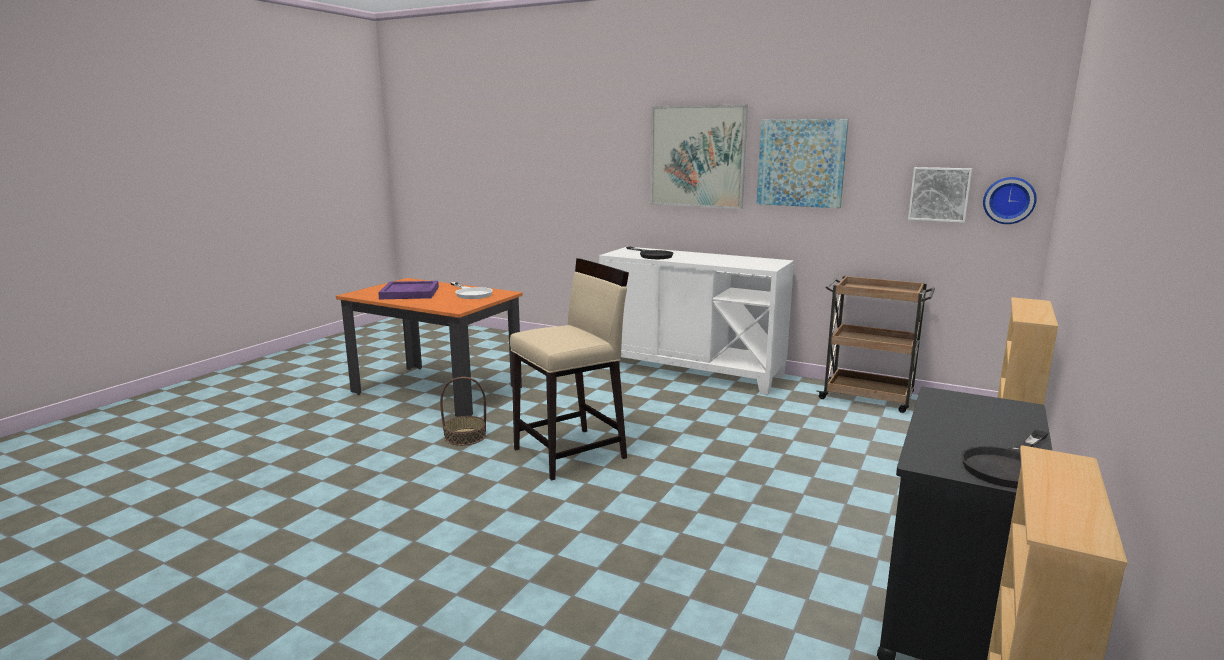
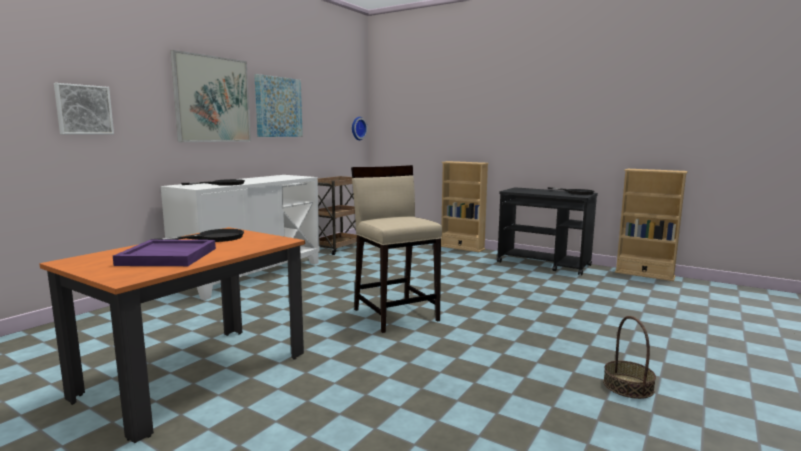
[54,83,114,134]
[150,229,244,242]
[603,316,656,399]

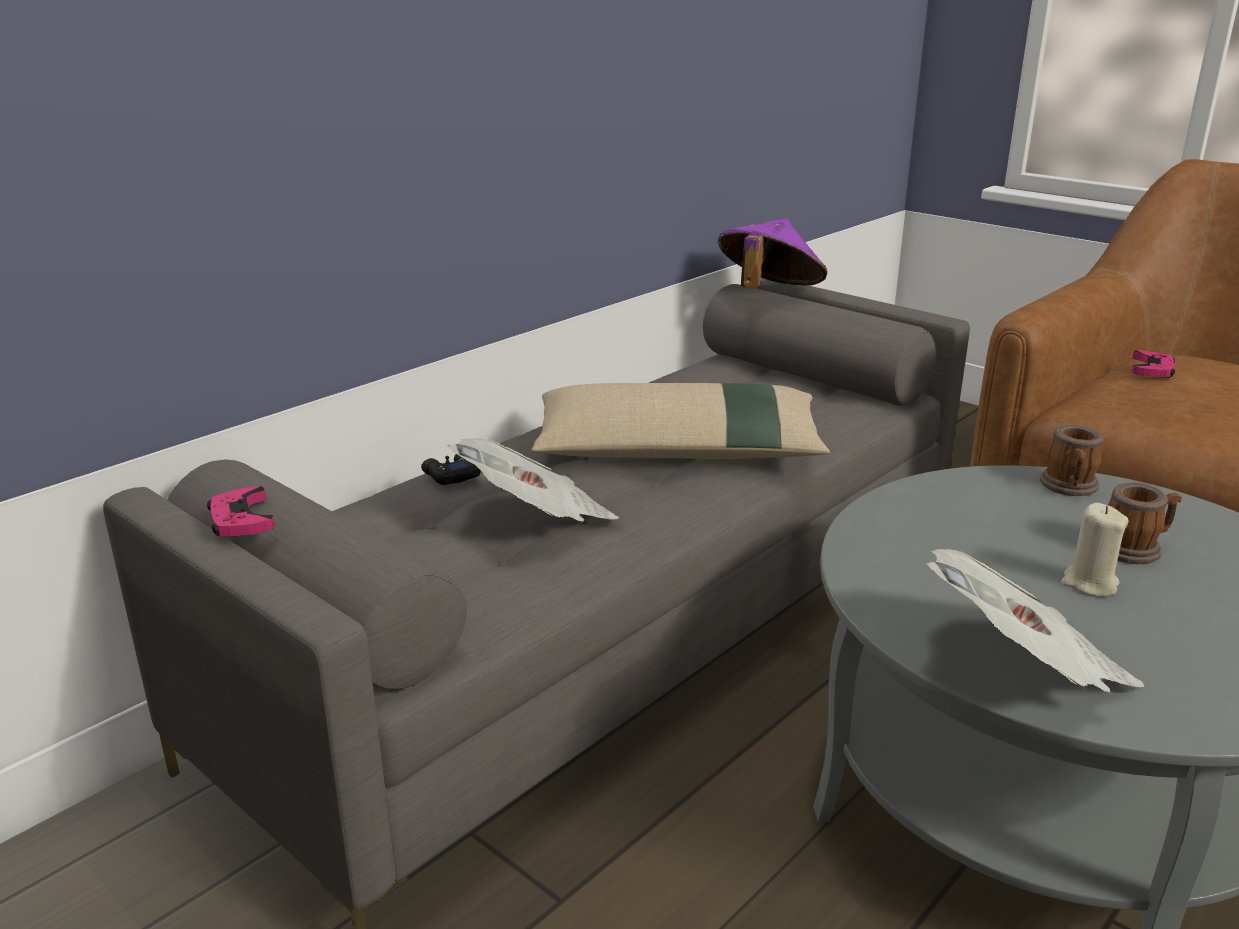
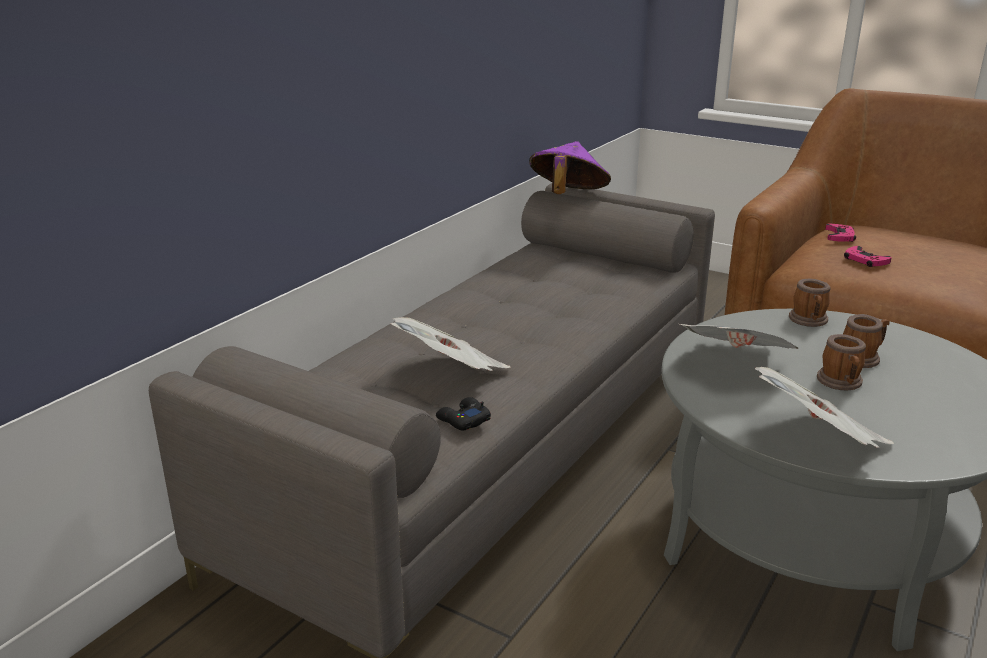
[436,397,491,430]
[680,324,798,349]
[817,334,866,390]
[844,246,892,267]
[531,383,830,459] (first image)

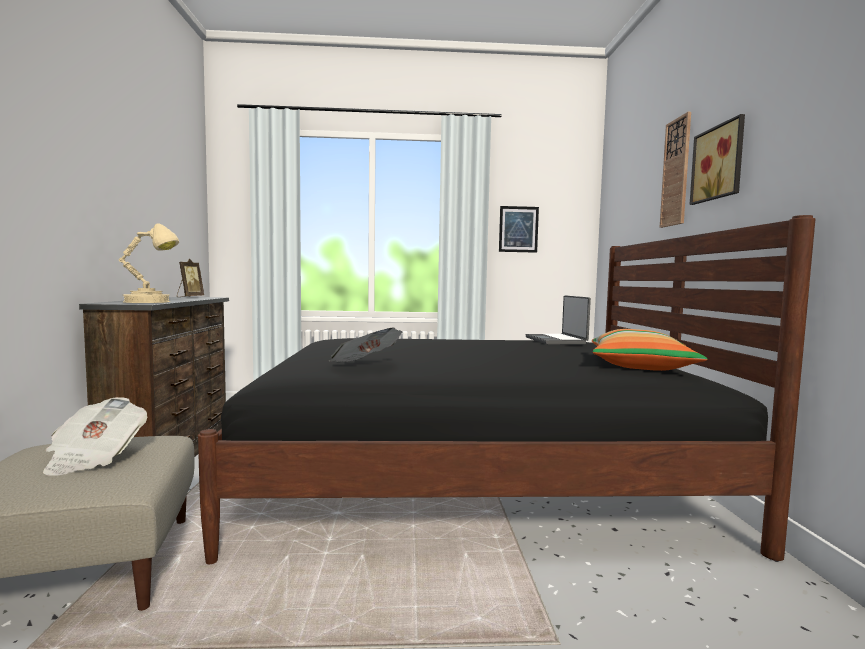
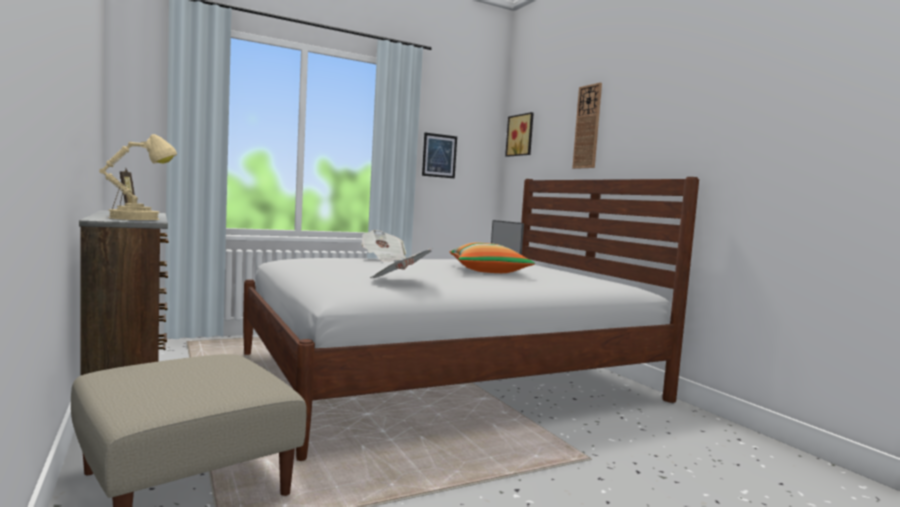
[243,177,699,461]
[361,230,406,262]
[450,242,535,273]
[505,112,534,157]

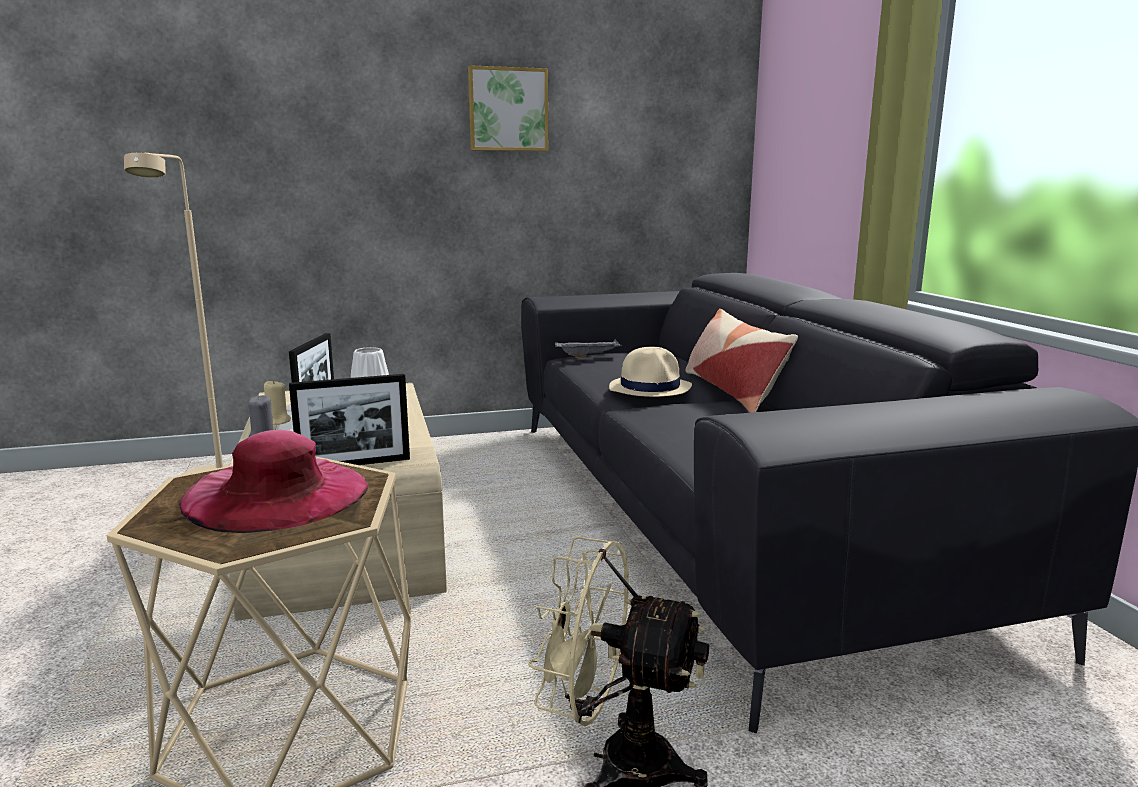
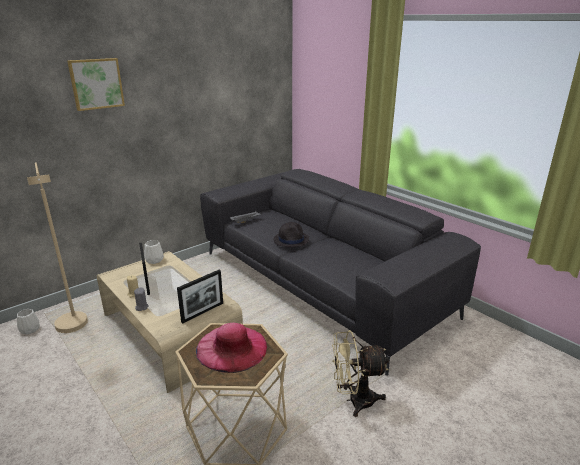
[17,309,40,334]
[67,58,125,111]
[274,222,309,247]
[685,309,798,413] (first image)

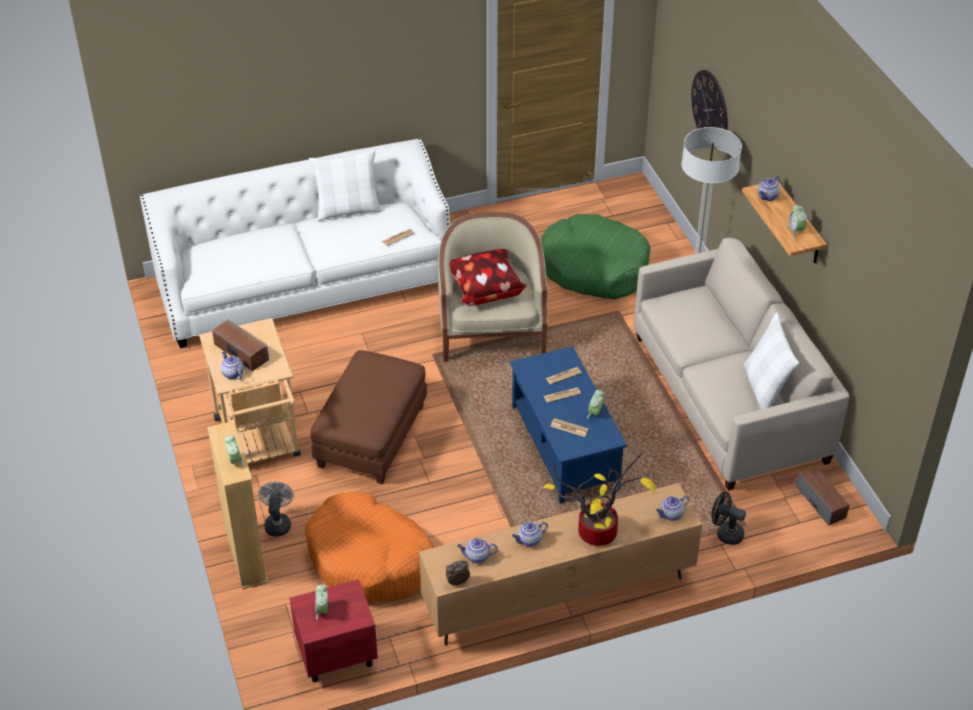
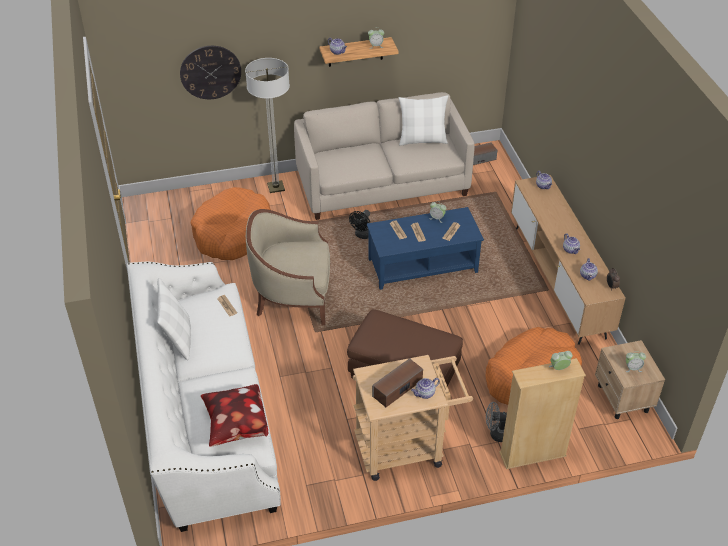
[191,187,271,260]
[201,384,268,447]
[349,210,370,239]
[595,340,665,419]
[543,452,656,546] (first image)

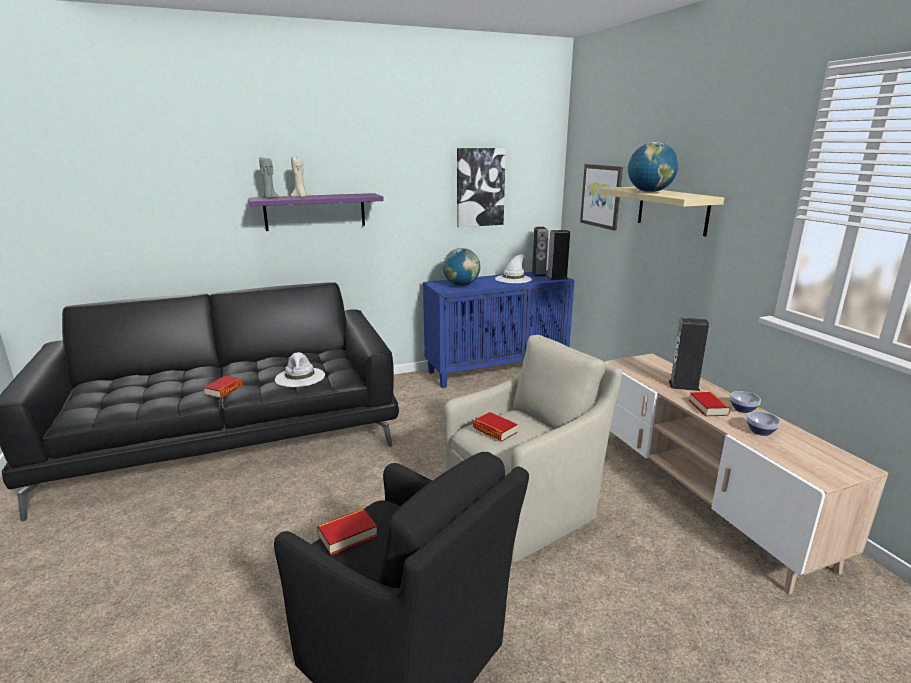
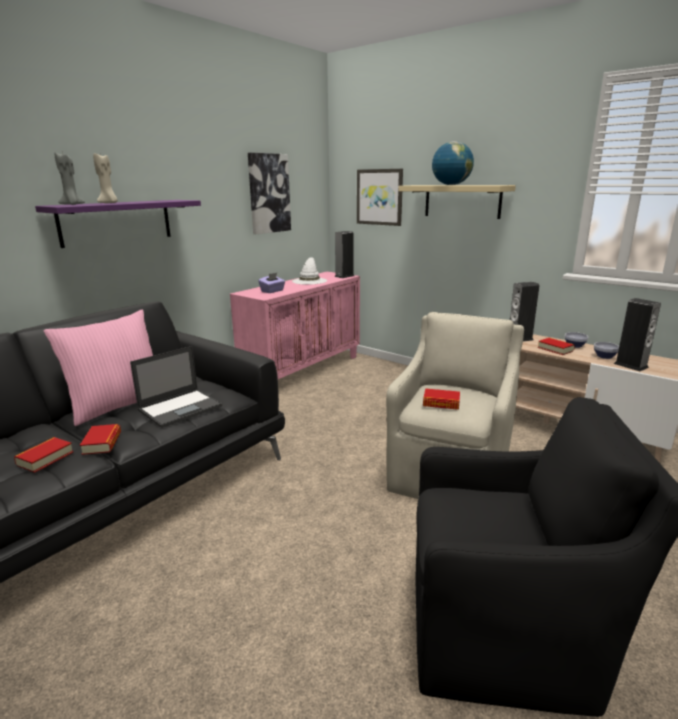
[14,437,73,473]
[44,310,153,426]
[130,346,222,428]
[230,272,360,379]
[258,273,285,293]
[614,298,661,371]

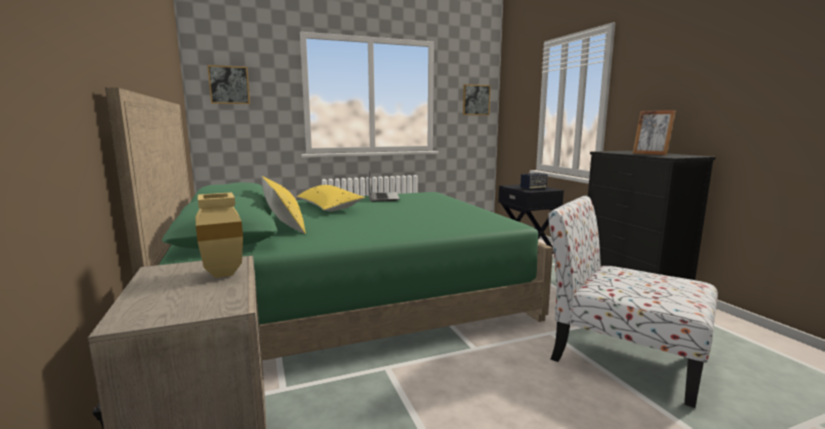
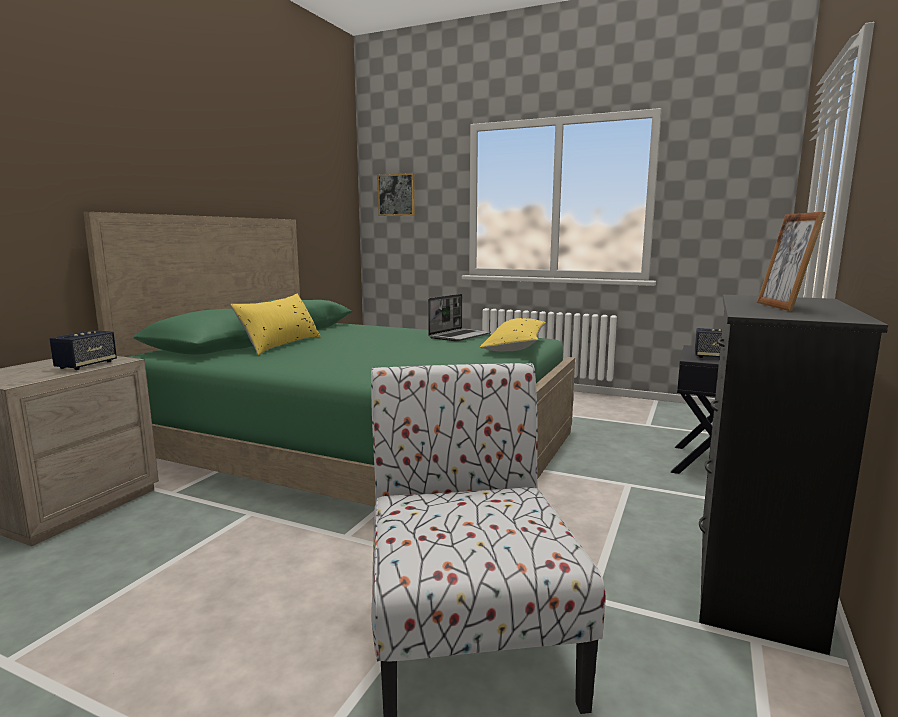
[49,330,117,370]
[480,318,546,352]
[463,84,491,115] (first image)

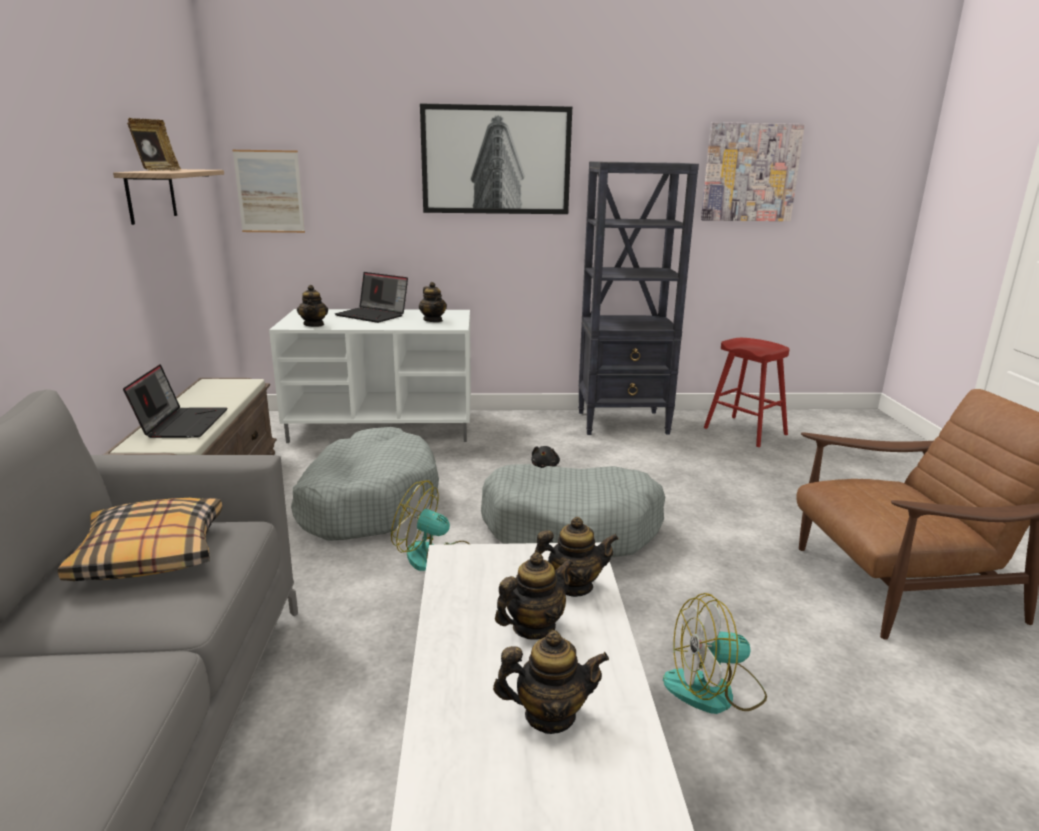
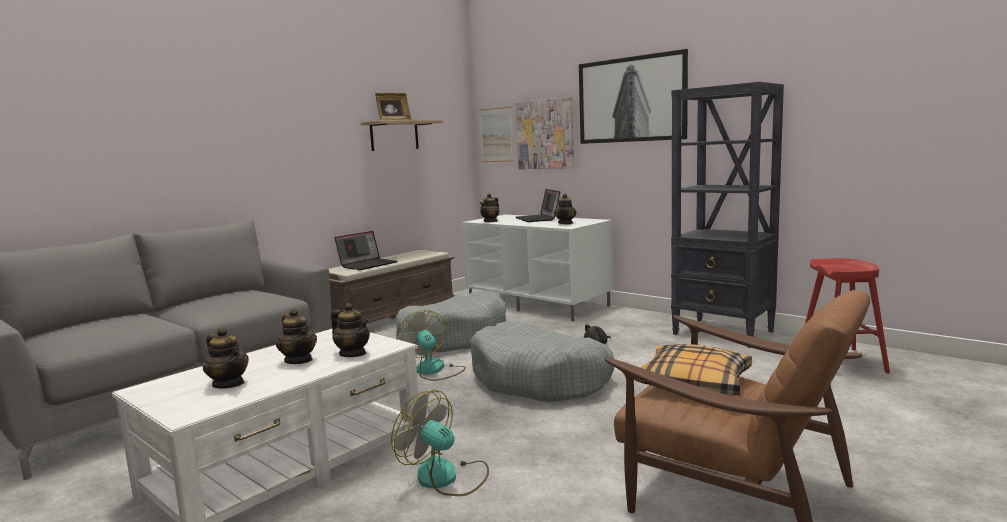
[276,309,317,364]
[516,97,574,169]
[635,344,752,395]

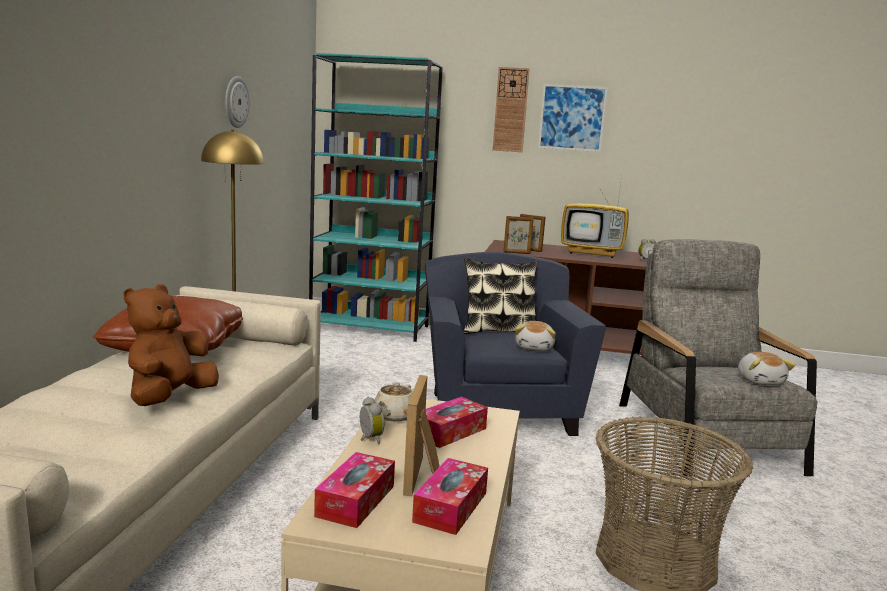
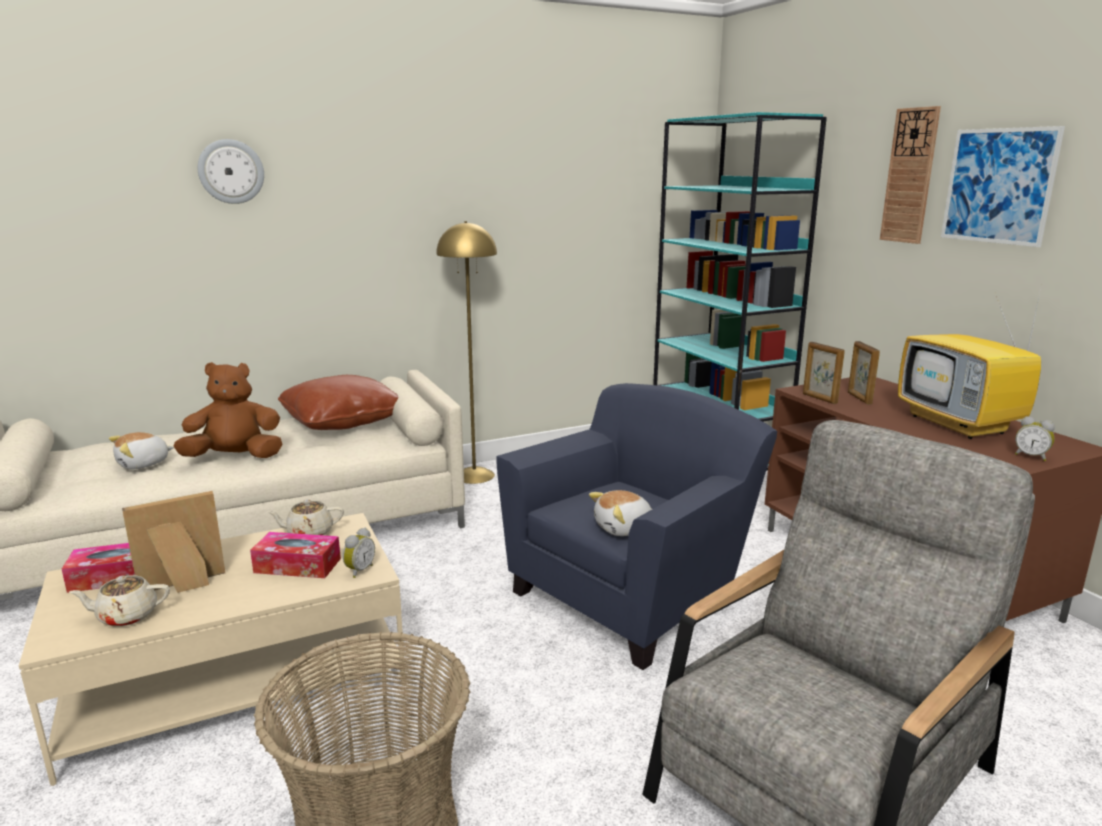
[69,575,170,627]
[109,432,174,469]
[198,139,264,204]
[343,528,375,578]
[463,258,537,334] (first image)

